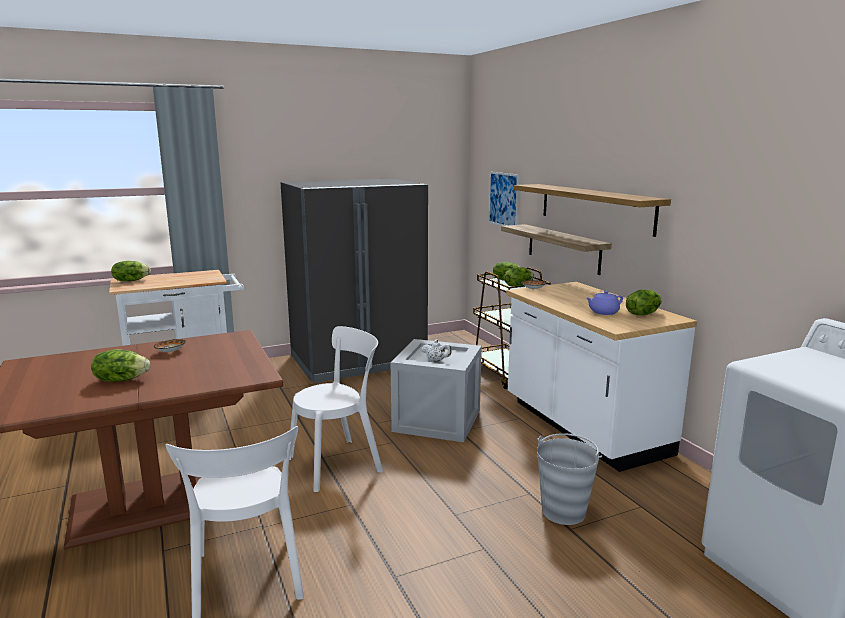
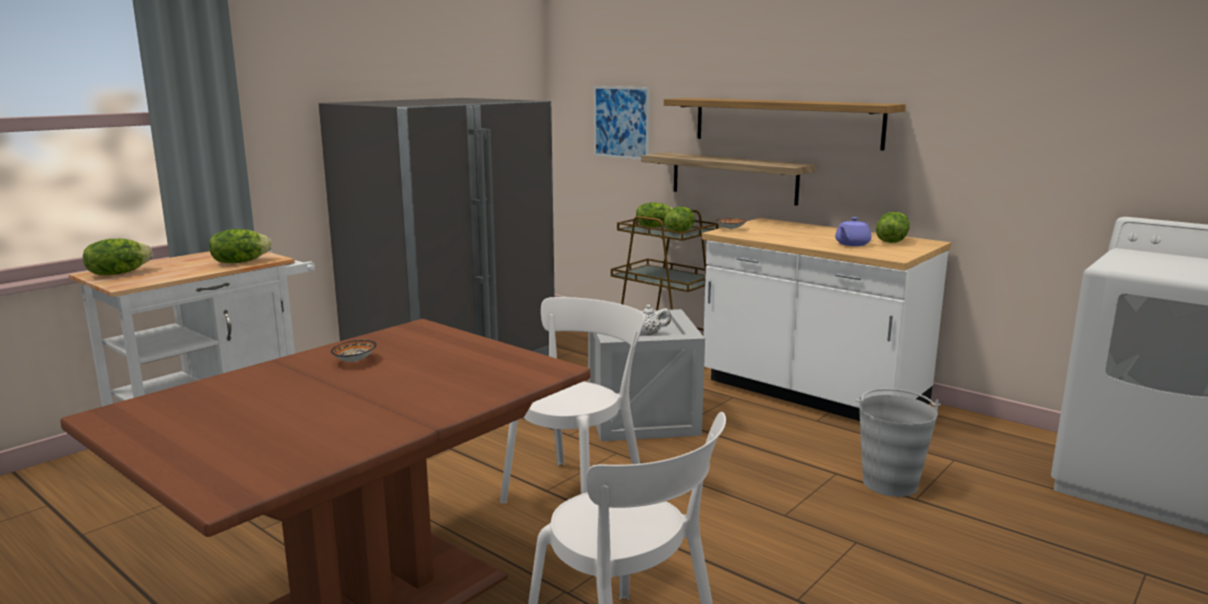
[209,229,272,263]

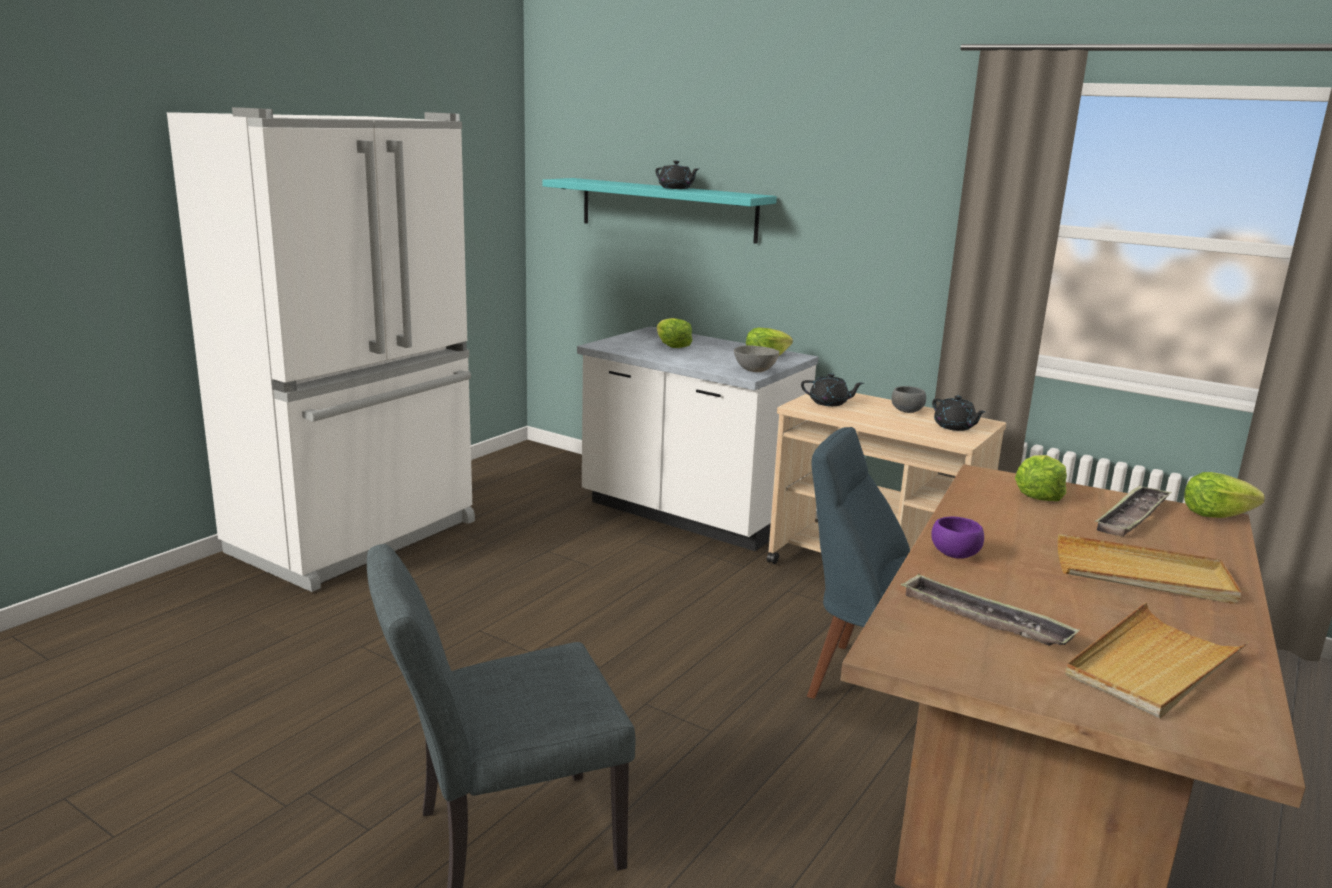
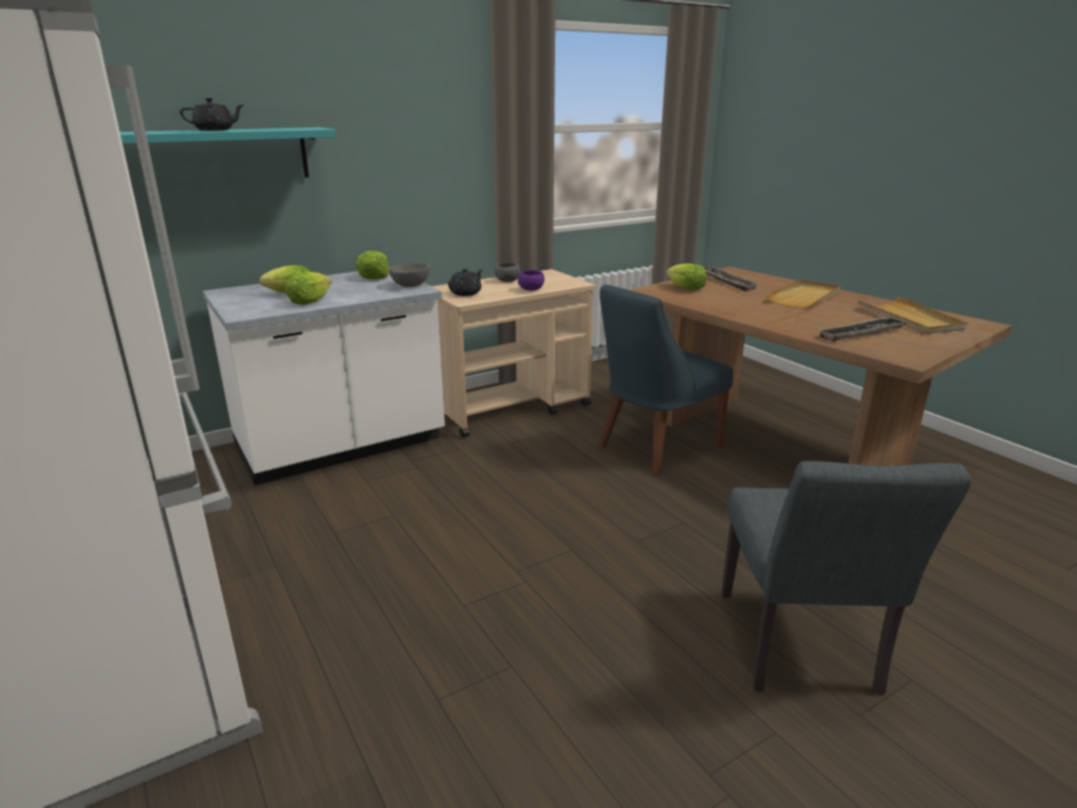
[285,271,332,305]
[518,270,545,291]
[932,395,986,431] (first image)

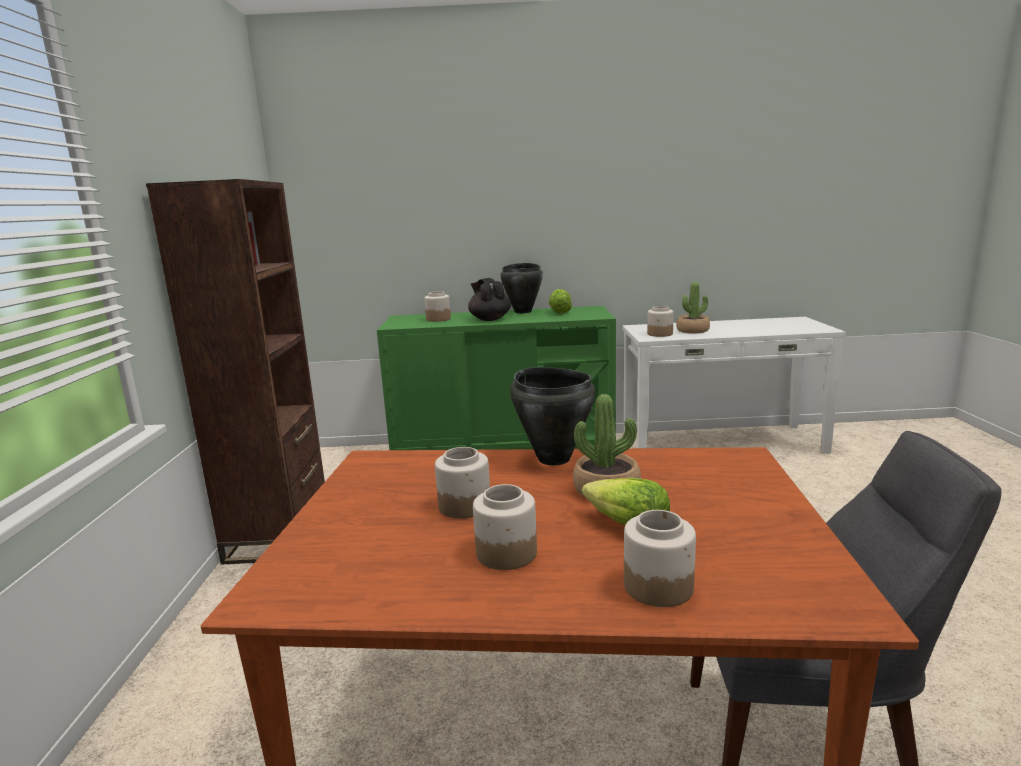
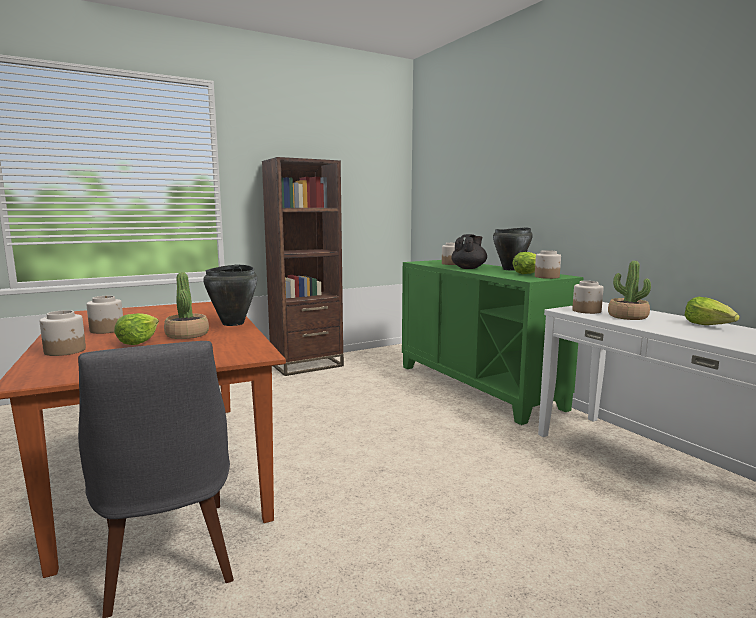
[535,250,561,279]
[685,297,740,325]

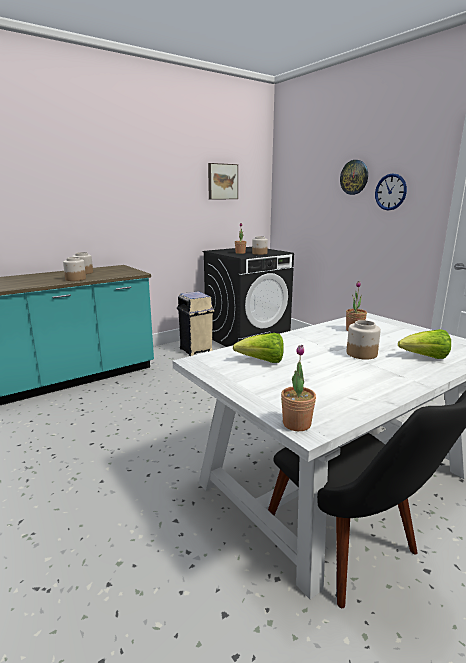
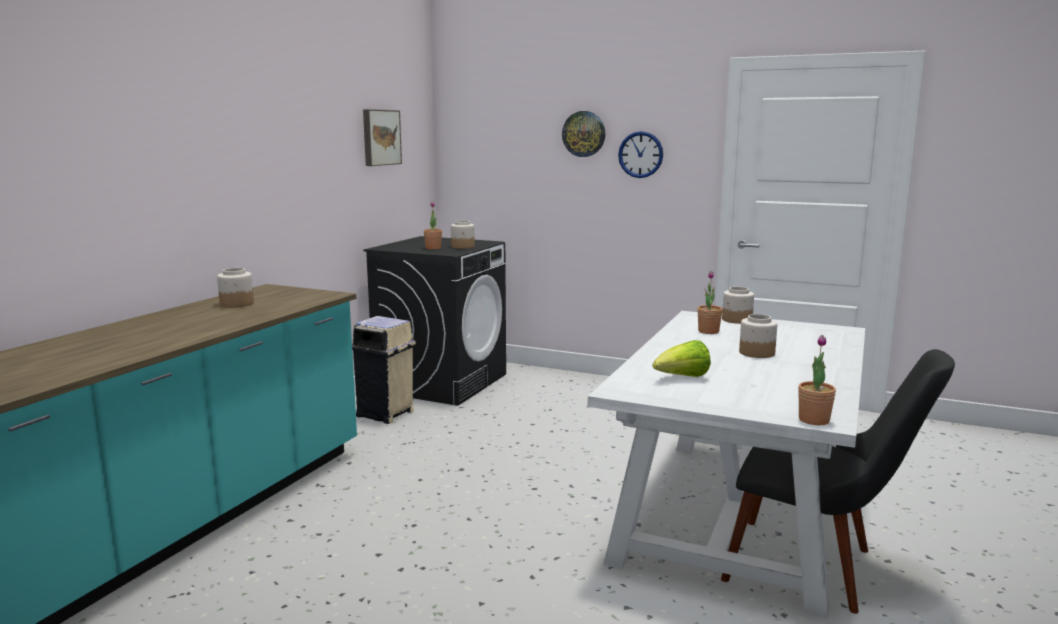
[722,287,754,324]
[398,329,451,359] (first image)

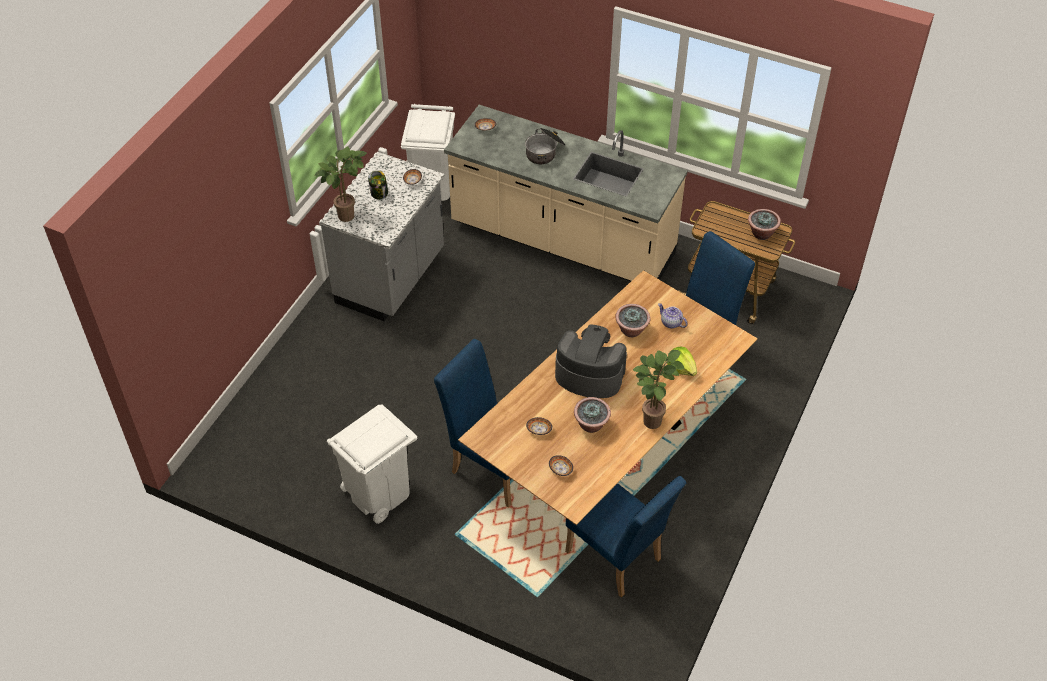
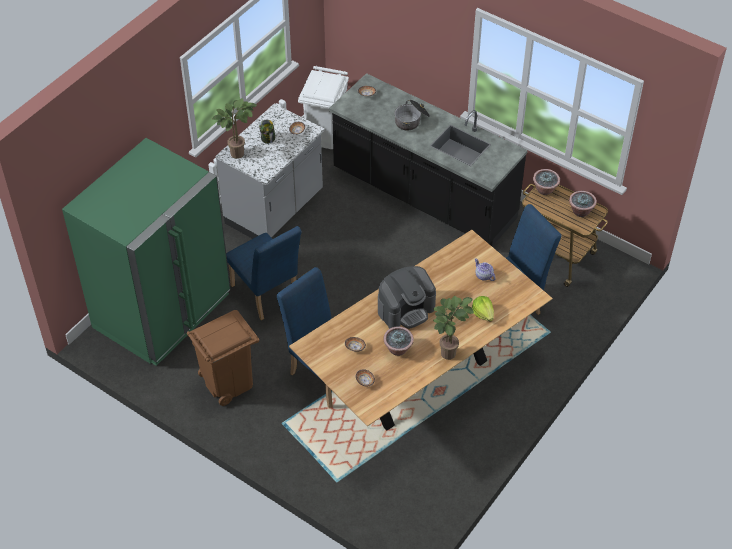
[62,138,231,366]
[187,310,259,406]
[226,226,302,320]
[329,73,528,246]
[378,266,436,329]
[533,169,560,195]

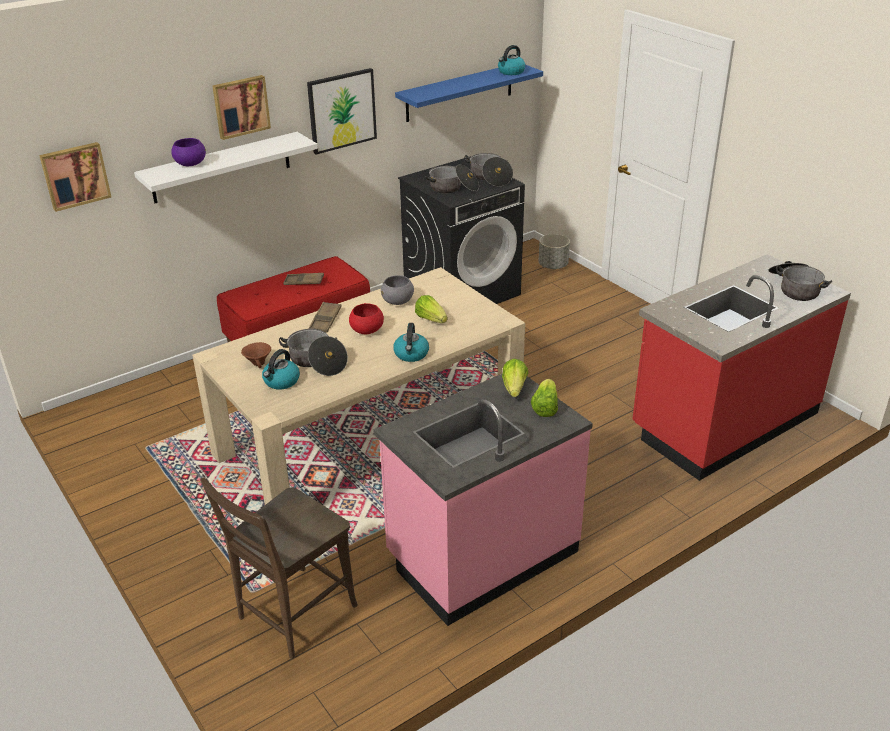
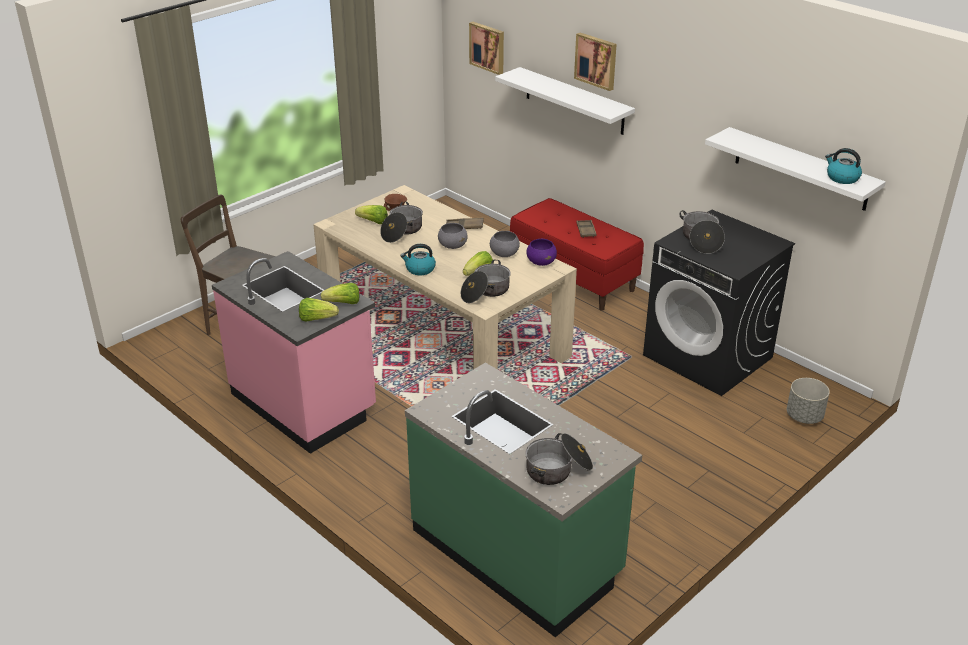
[355,205,388,224]
[405,362,642,637]
[438,223,468,249]
[461,260,511,303]
[526,239,557,266]
[705,127,886,211]
[307,68,377,154] (first image)

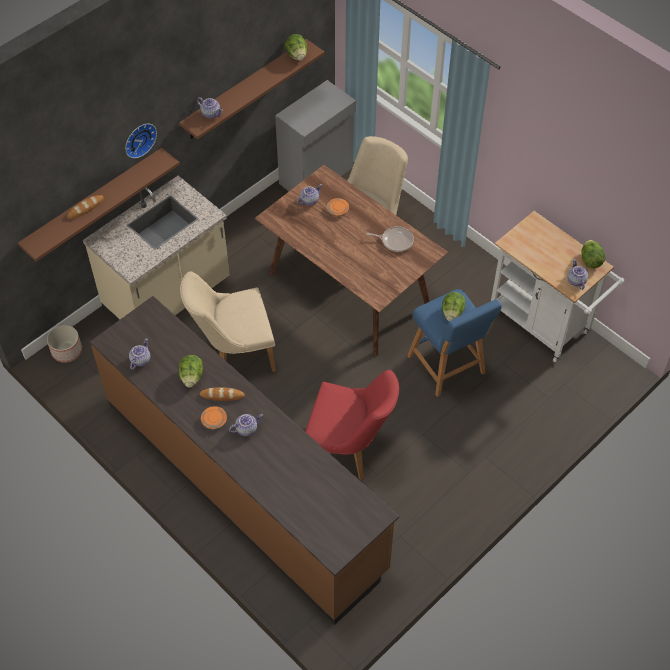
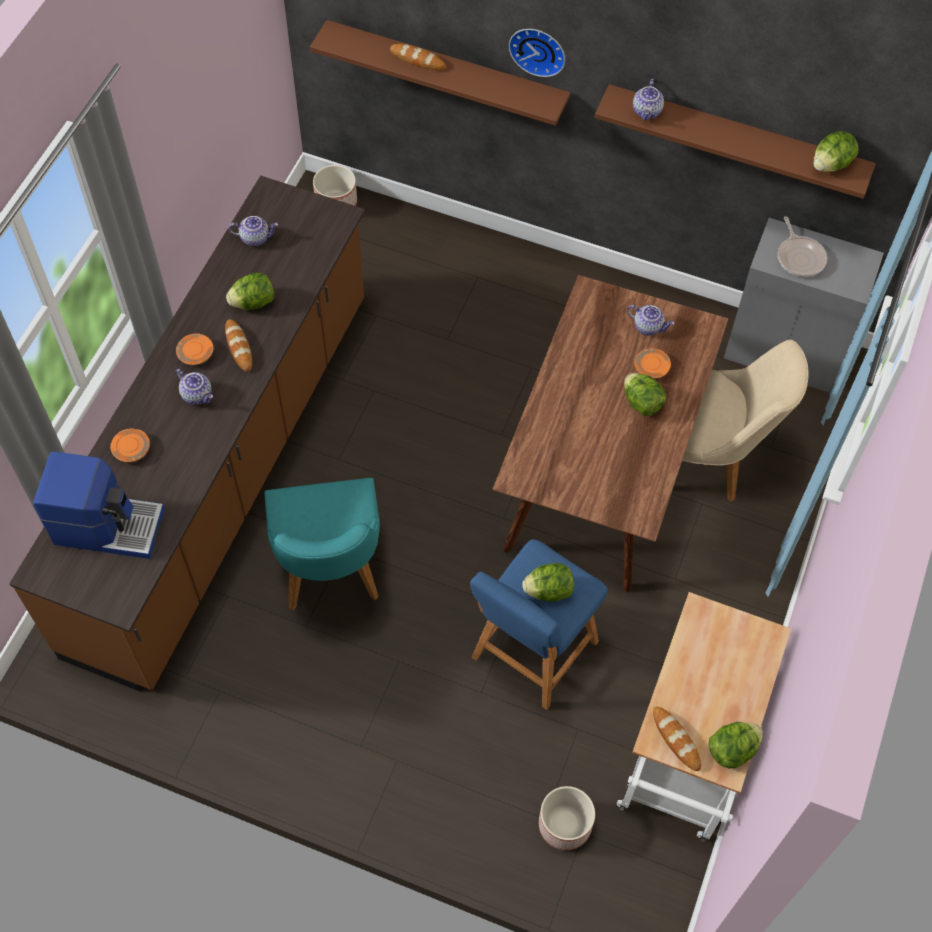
[33,451,165,559]
[110,428,150,463]
[264,478,380,611]
[539,786,595,850]
[624,373,666,416]
[653,707,701,771]
[778,217,827,277]
[83,176,230,322] (first image)
[180,271,276,372] (first image)

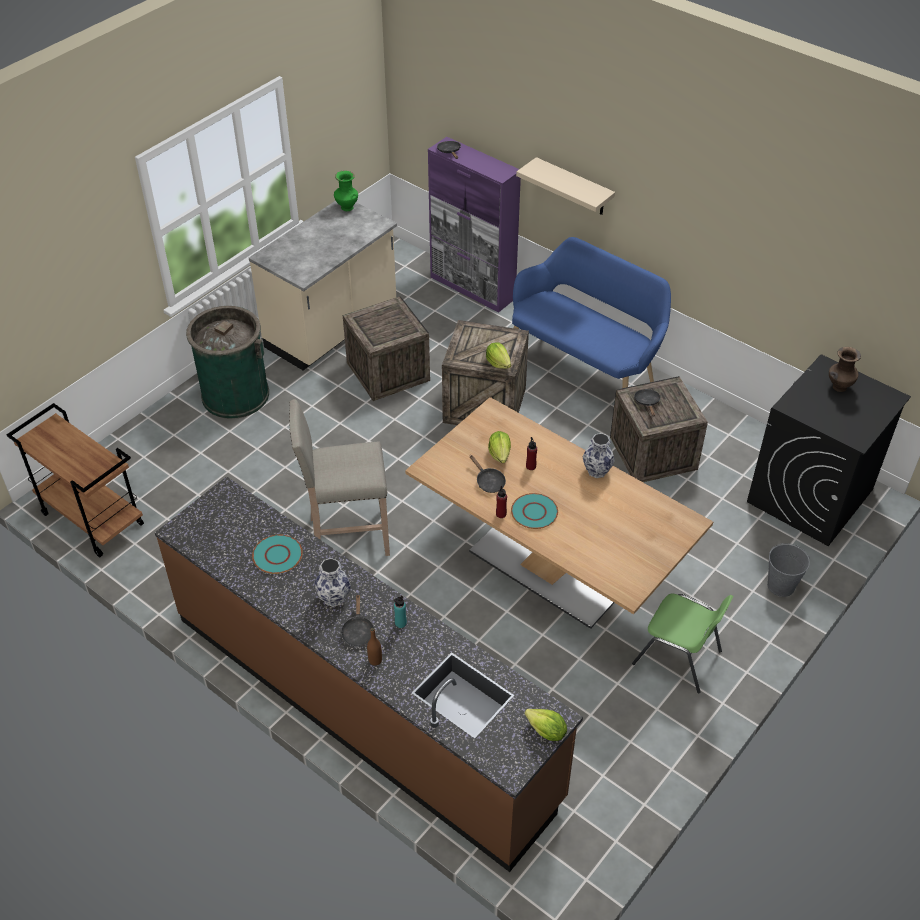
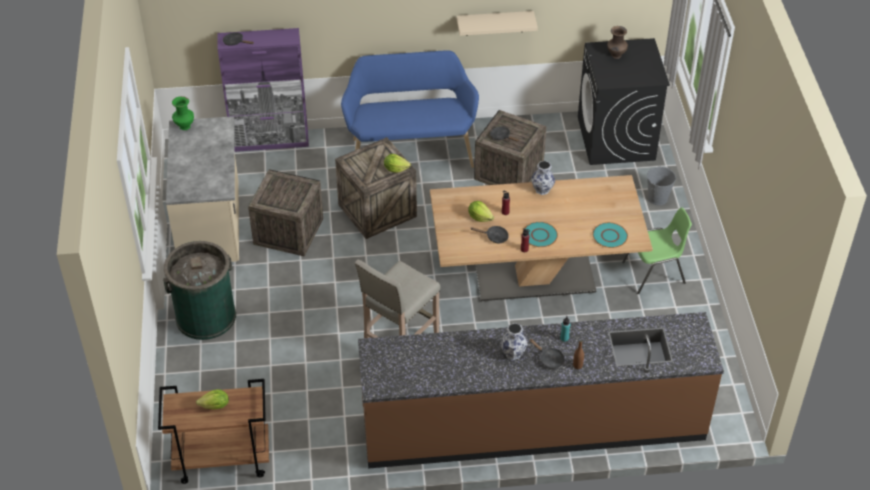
[196,389,229,410]
[457,11,538,36]
[593,222,628,248]

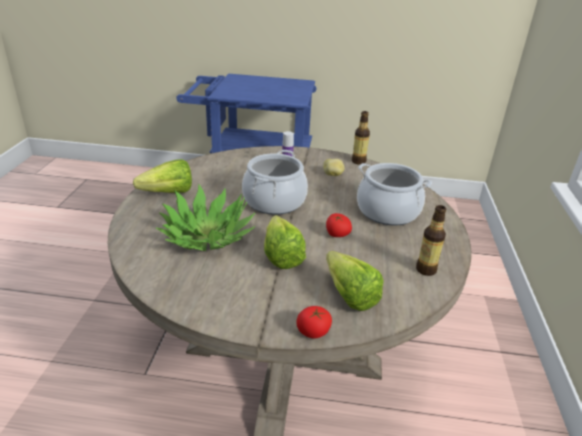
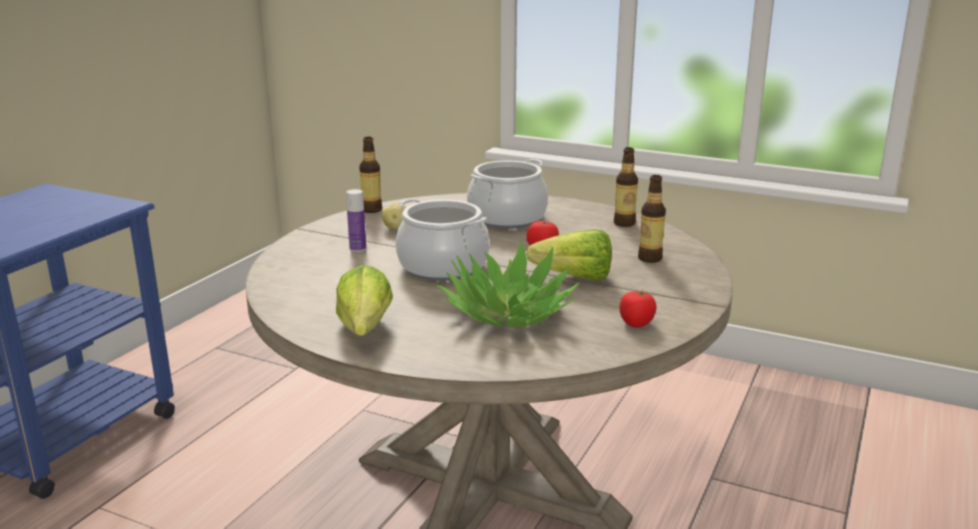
[620,290,657,328]
[638,175,666,263]

